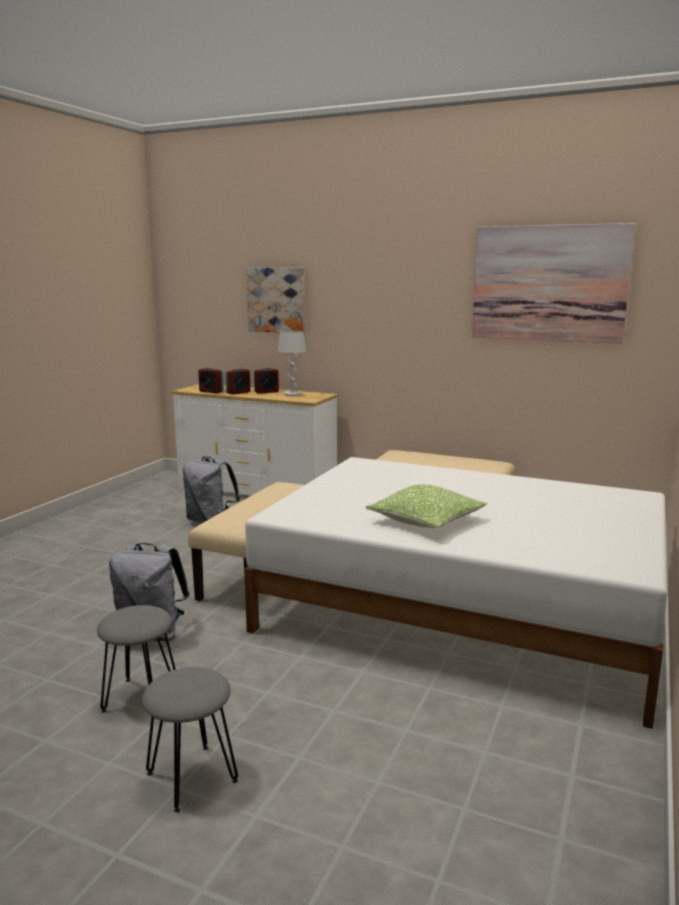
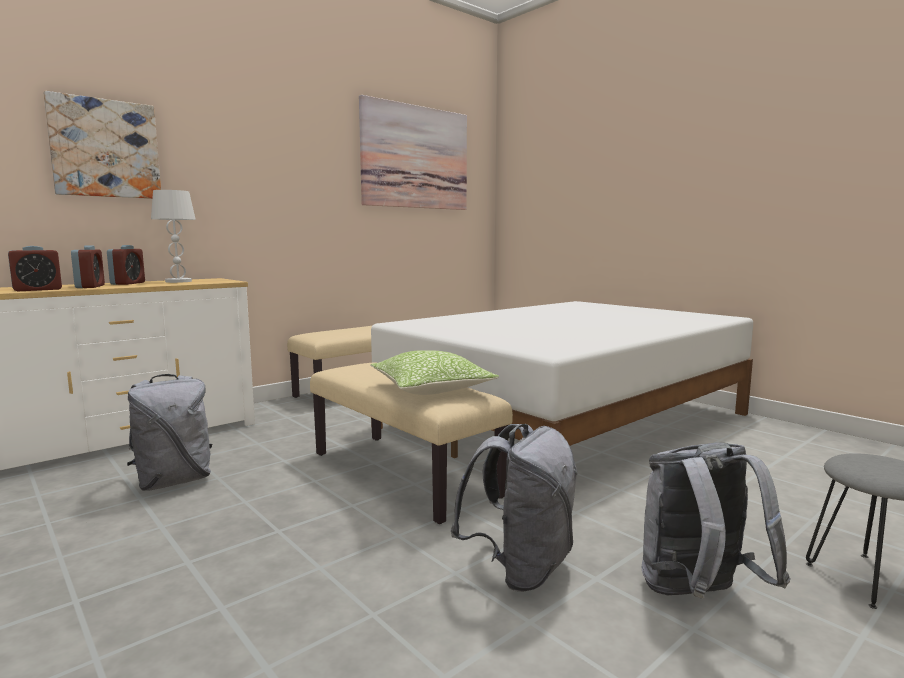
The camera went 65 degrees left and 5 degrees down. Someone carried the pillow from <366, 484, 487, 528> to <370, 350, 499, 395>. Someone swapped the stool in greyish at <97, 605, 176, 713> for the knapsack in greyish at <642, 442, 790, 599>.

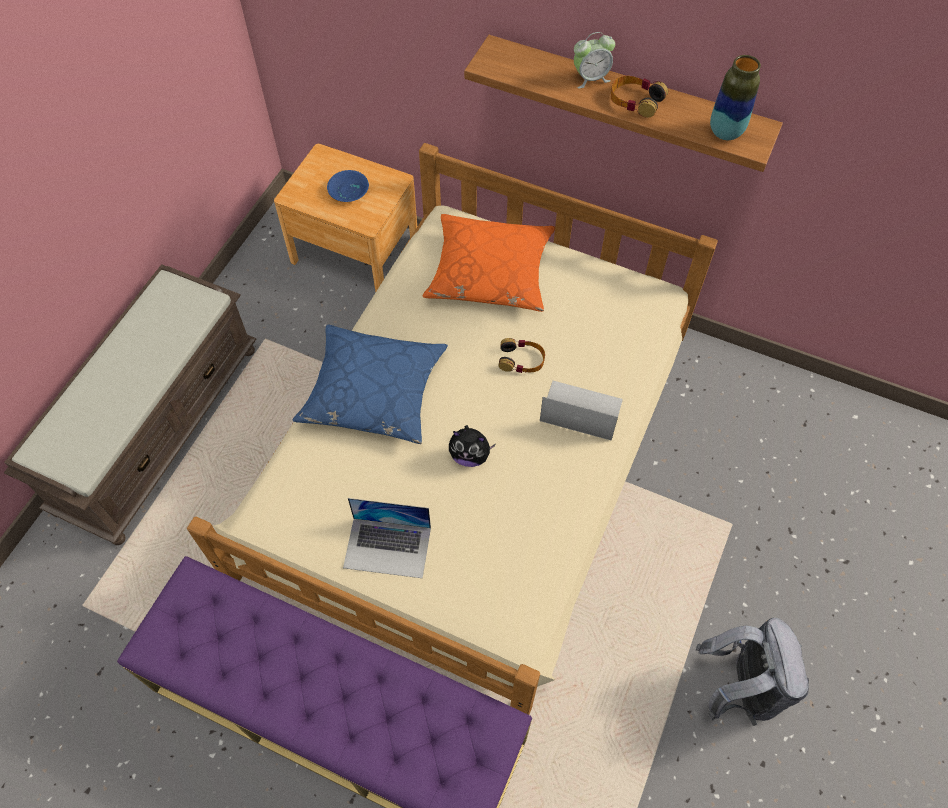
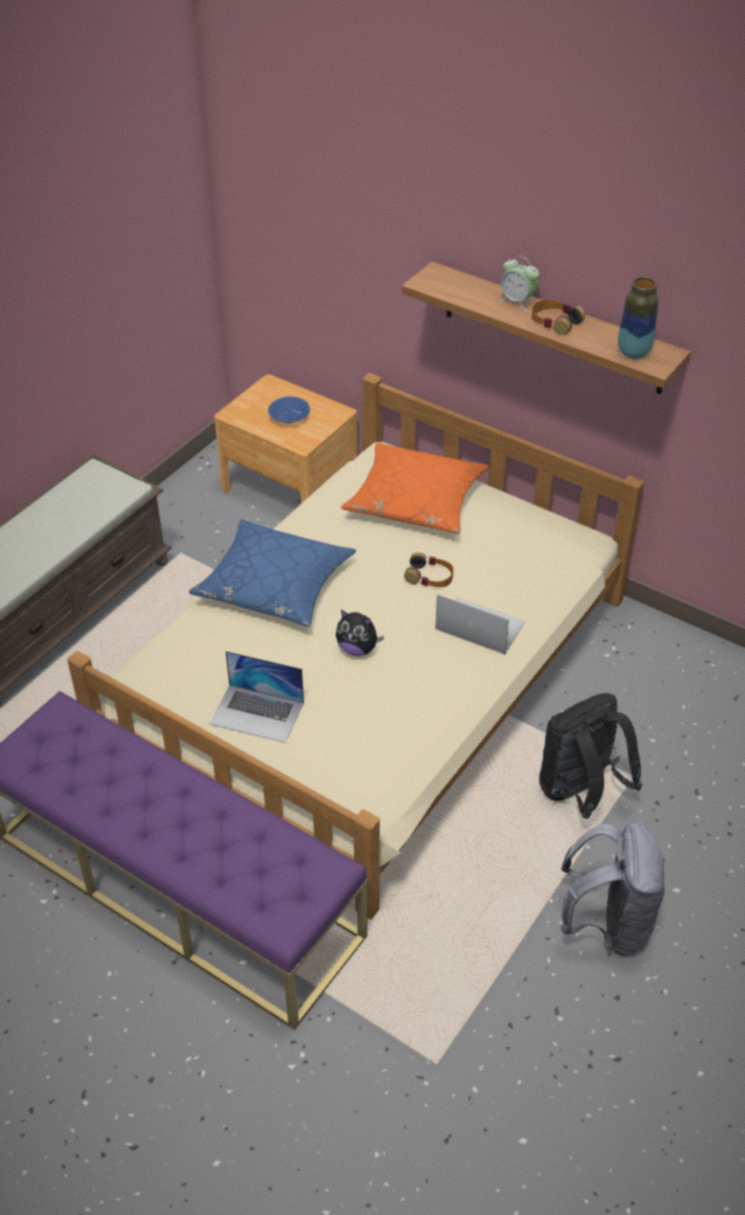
The camera went 10 degrees right and 15 degrees down. Someone rotated the alarm clock at <574, 32, 615, 89> by 45 degrees clockwise. Someone put down the knapsack in black-coloured at <539, 693, 643, 818>.

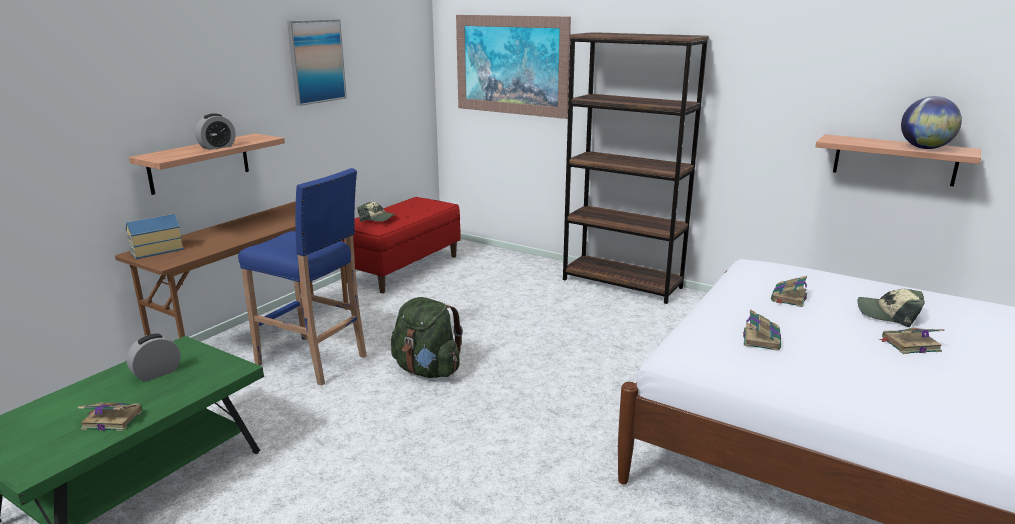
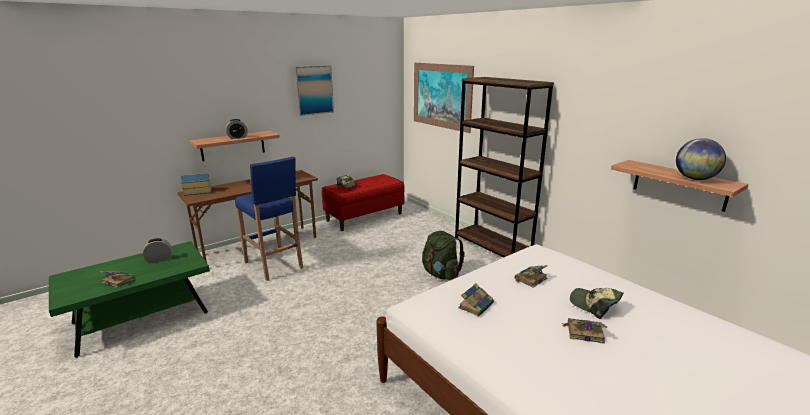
The camera went 20 degrees right and 0 degrees up. Someone carried the knapsack in green-coloured from <391, 297, 463, 378> to <422, 231, 465, 280>.

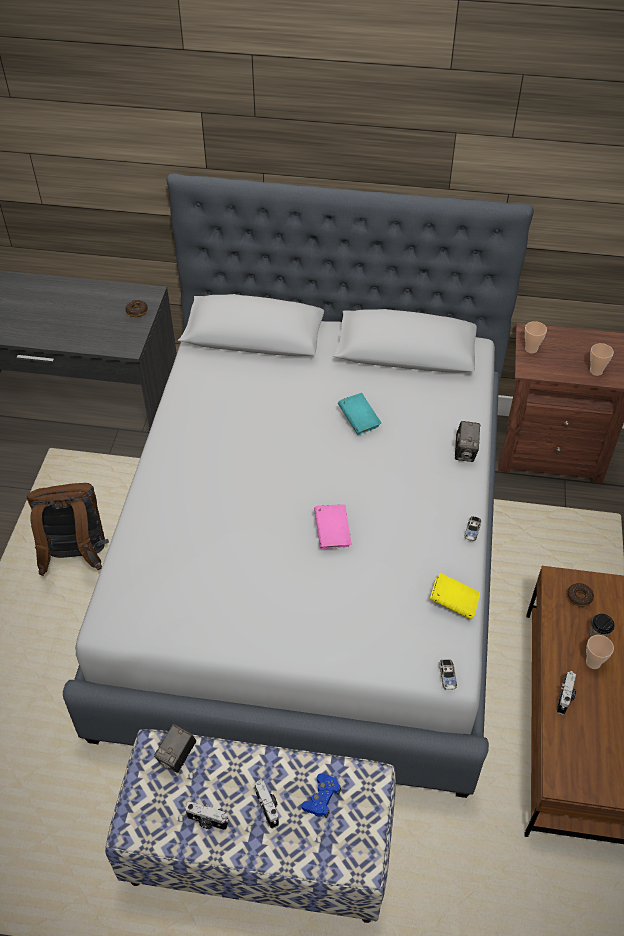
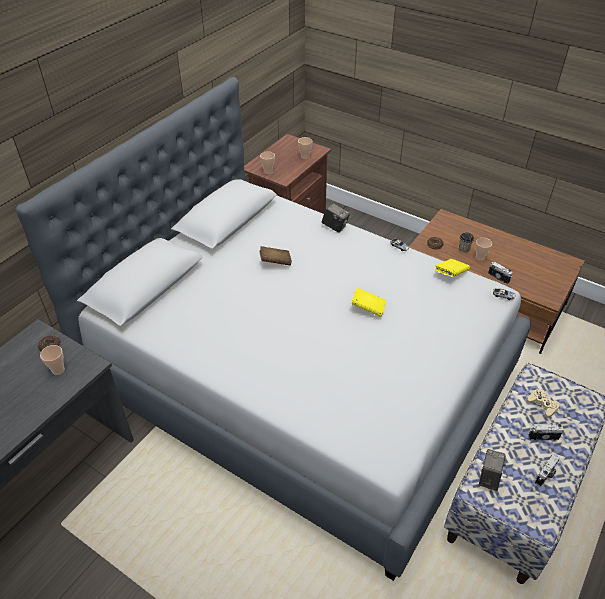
The camera went 65 degrees left and 5 degrees down. Someone repainted the book in blue-green at <338, 393, 381, 435>, which became the book in brownish at <259, 246, 292, 266>. Someone took away the knapsack in brownish at <27, 483, 109, 576>. Someone repainted the book in pinkish at <314, 504, 352, 549>, which became the book in yellow at <351, 288, 386, 317>. Someone rotated the still camera at <154, 724, 196, 773> by 120 degrees counterclockwise. Someone repainted the gamepad in blue at <302, 773, 341, 818>, which became the gamepad in beige at <527, 389, 560, 418>. Someone put down the drinking cup at <40, 345, 65, 375>.

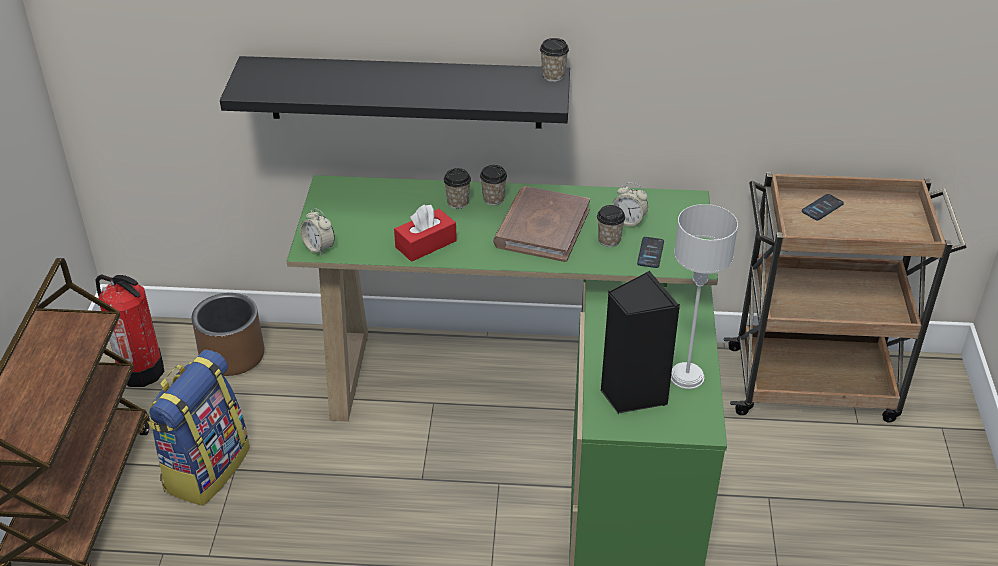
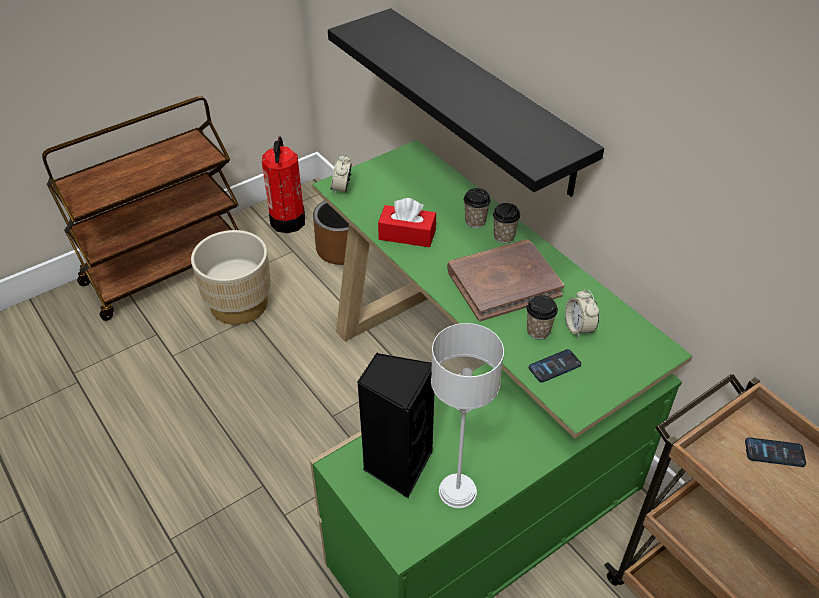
The camera went 50 degrees right and 5 degrees up. Someone took away the drinking cup at <540, 38, 569, 82>. Someone swapped the knapsack at <147, 350, 250, 506> for the flower pot in beige at <191, 230, 271, 325>.

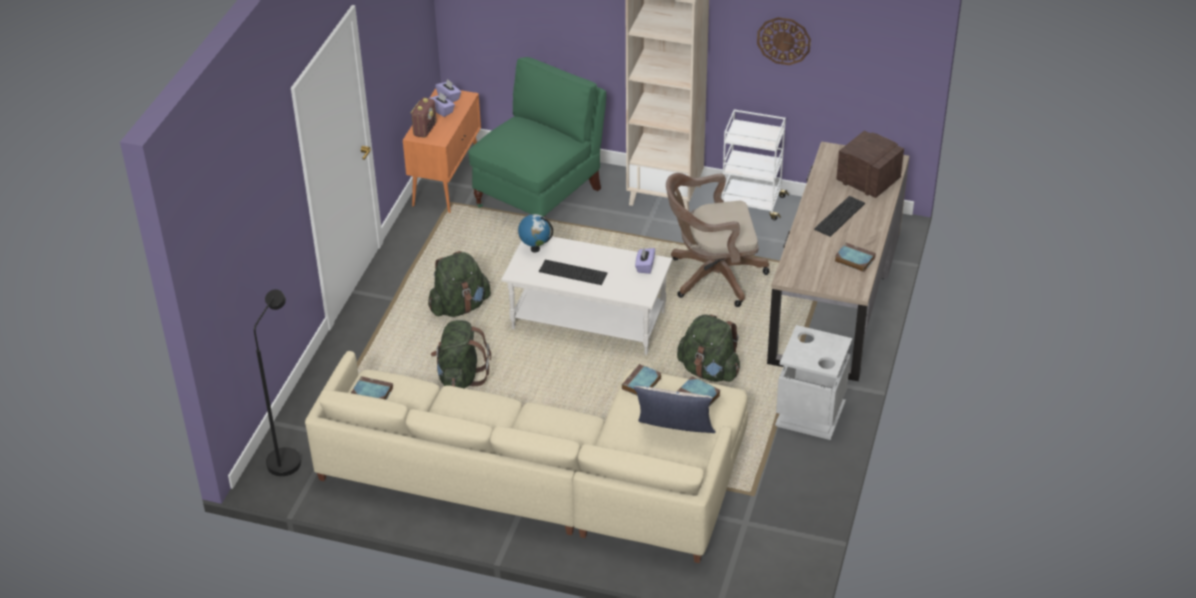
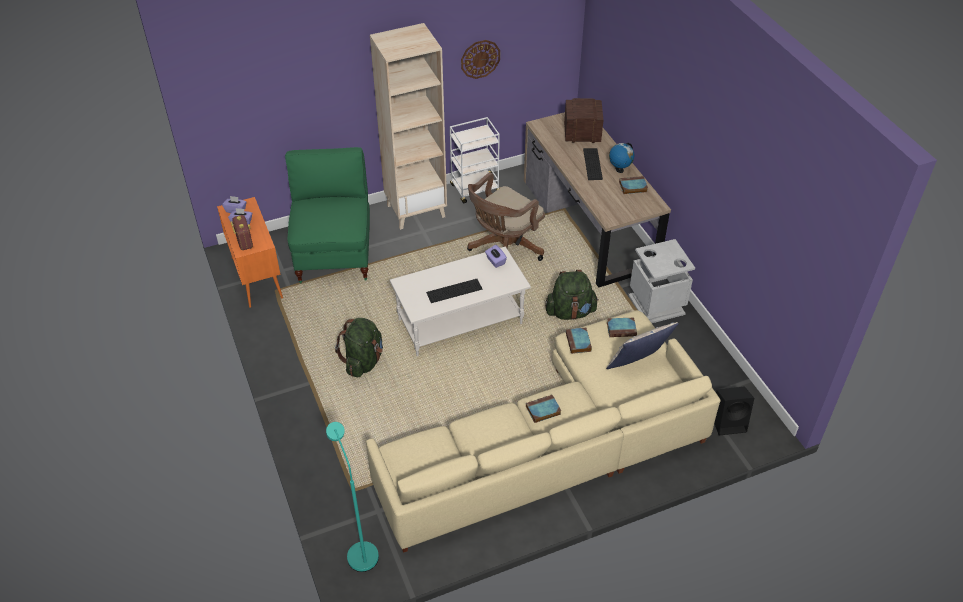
The camera went 40 degrees left and 5 degrees up. Someone carried the globe from <518, 214, 553, 253> to <609, 142, 635, 173>. Someone repainted the standing lamp in black-coloured at <254, 289, 301, 476>, which became the standing lamp in blue-green at <326, 422, 379, 572>. Someone took away the knapsack in green-coloured at <431, 320, 491, 388>. Someone carried the book from <351, 376, 393, 400> to <526, 395, 561, 423>. Someone put down the loudspeaker in black-coloured at <714, 387, 754, 436>.

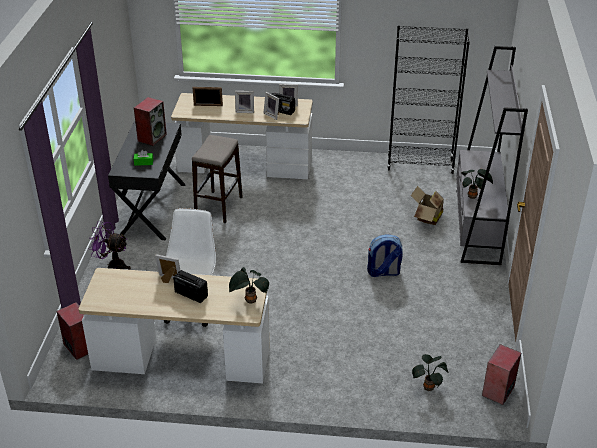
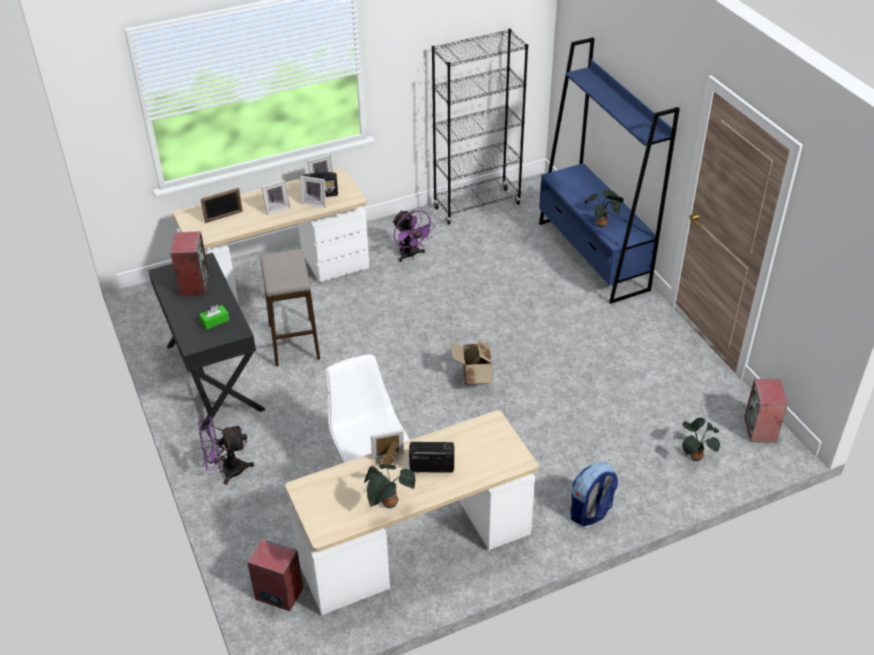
The camera went 30 degrees left and 5 degrees up. Someone repainted the bookshelf in greyish at <456, 46, 528, 265>, which became the bookshelf in blue at <539, 37, 680, 304>. Someone carried the carton from <411, 186, 446, 225> to <451, 340, 493, 385>. Someone carried the knapsack from <367, 234, 403, 277> to <570, 461, 618, 526>. Someone carried the plant in a pot from <229, 267, 269, 304> to <364, 464, 415, 508>. Someone put down the fan in purple-coloured at <393, 210, 435, 262>.

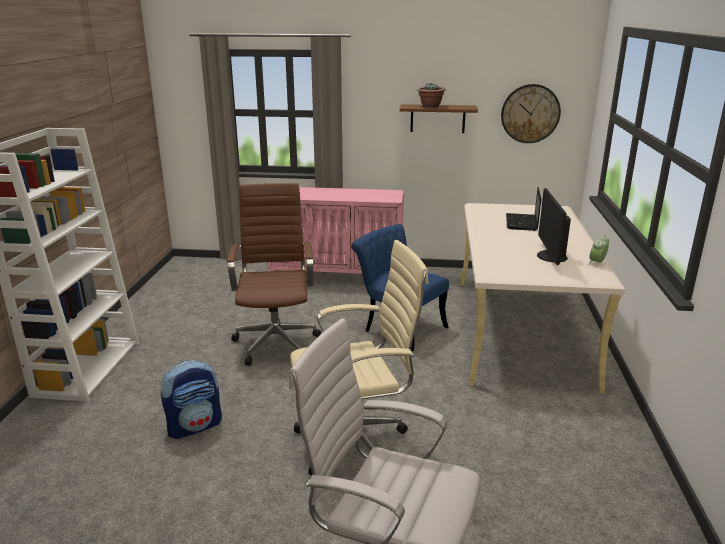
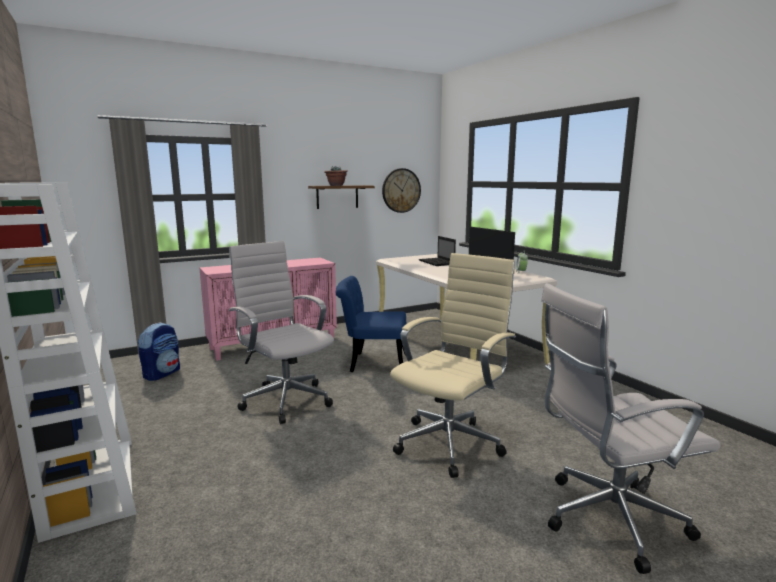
The camera went 35 degrees left and 10 degrees down. Someone repainted the office chair in brownish at <227, 183, 321, 366>, which became the office chair in white at <229, 241, 334, 424>. Someone carried the knapsack from <161, 360, 222, 439> to <138, 322, 180, 381>.

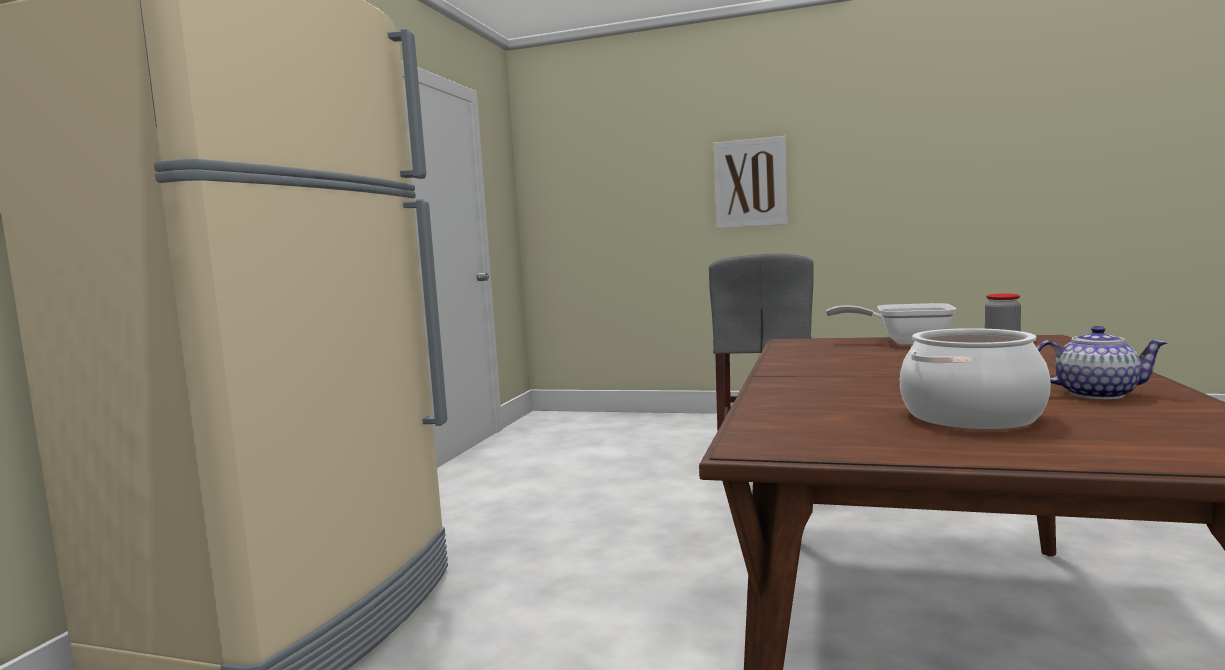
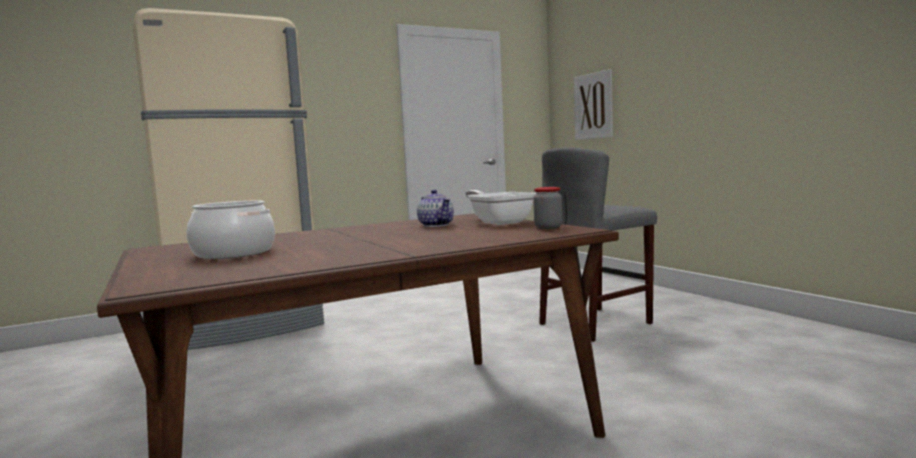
The camera went 45 degrees right and 0 degrees up. Someone carried the wall art from <713, 136, 788, 229> to <574, 69, 613, 140>. Someone carried the teapot from <1036, 326, 1168, 400> to <417, 189, 454, 227>.

